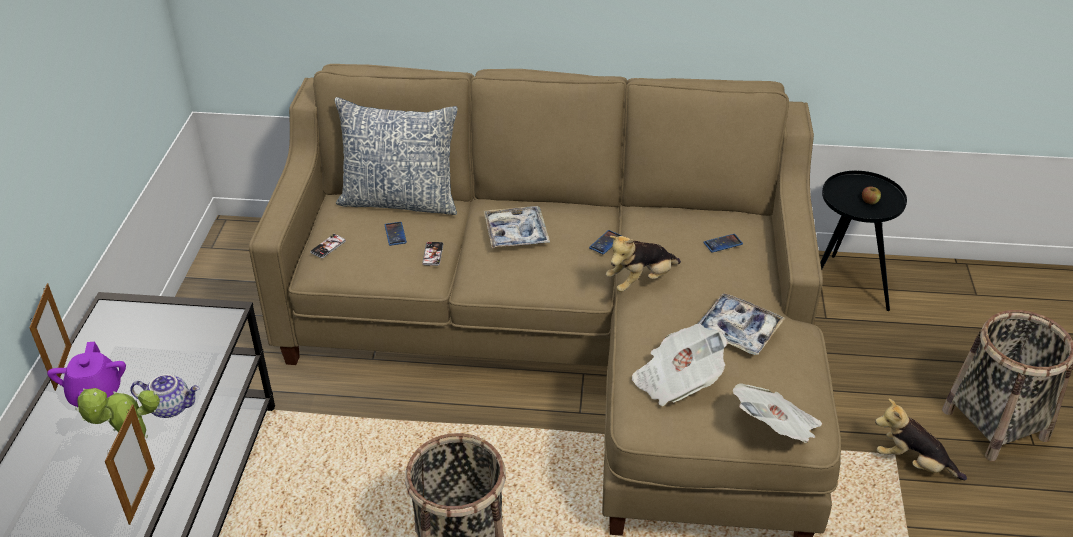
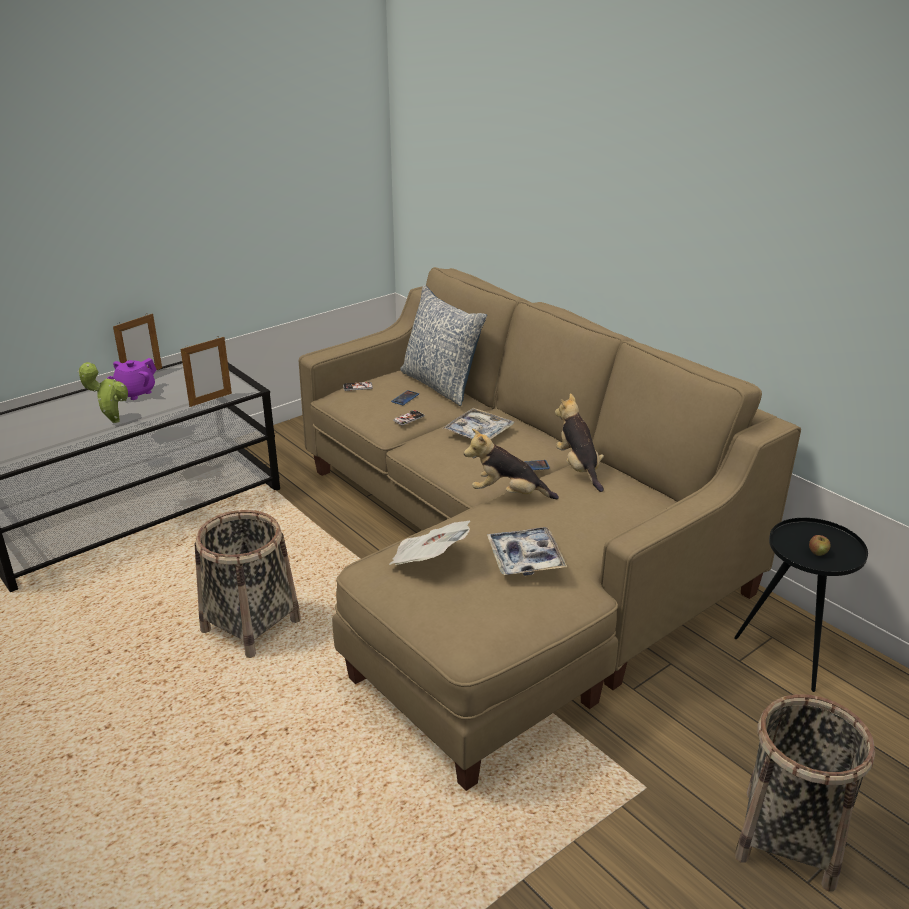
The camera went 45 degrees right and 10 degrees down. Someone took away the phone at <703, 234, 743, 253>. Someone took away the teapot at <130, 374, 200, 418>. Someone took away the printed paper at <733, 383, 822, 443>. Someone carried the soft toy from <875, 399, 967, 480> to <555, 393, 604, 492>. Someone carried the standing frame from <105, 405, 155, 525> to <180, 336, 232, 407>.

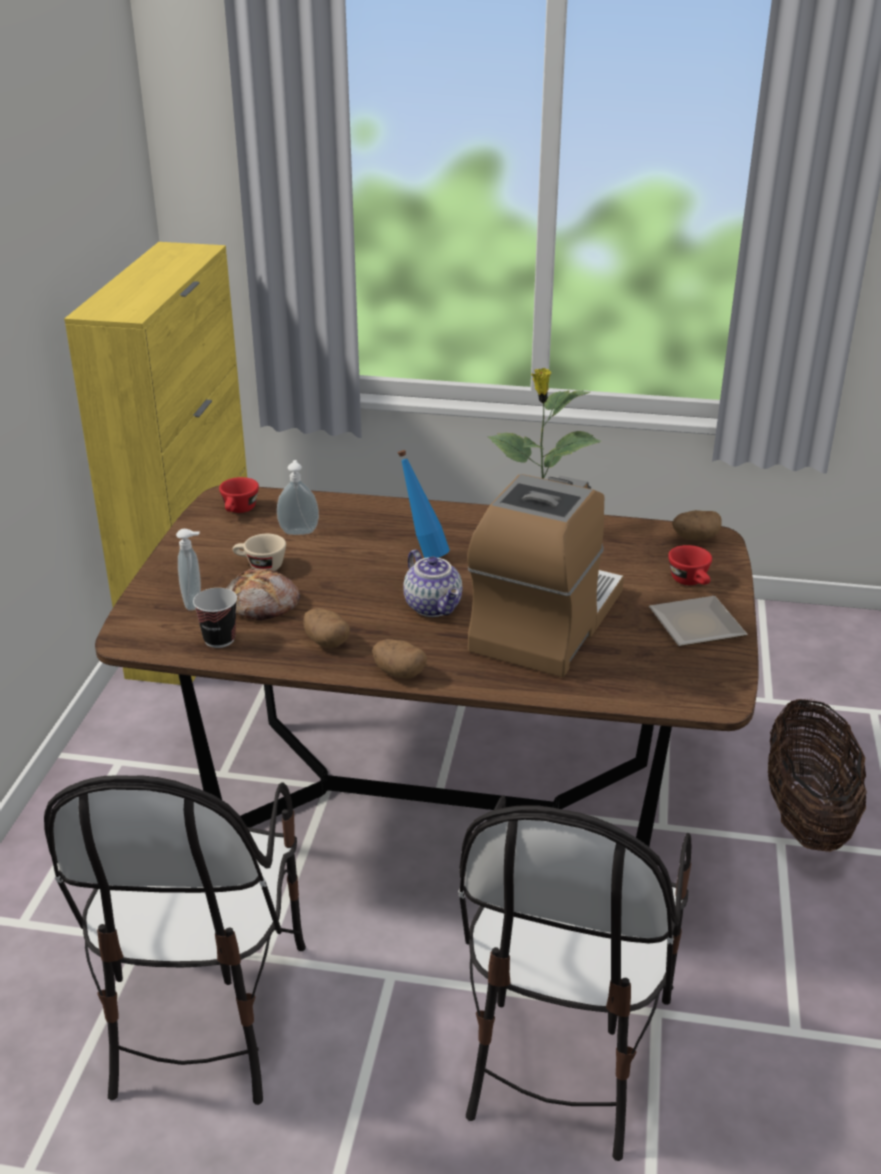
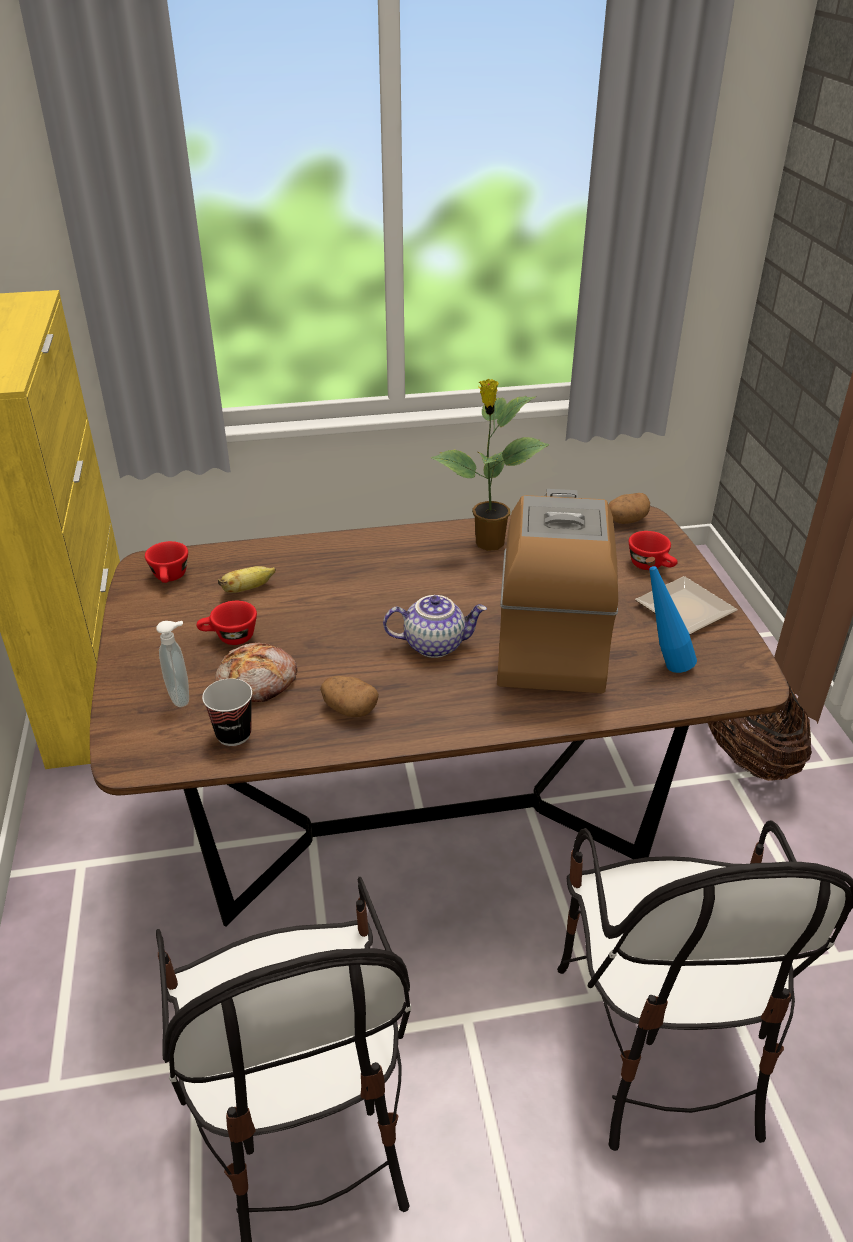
The camera went 20 degrees left and 5 degrees up. Someone carried the drink bottle in blue from <398, 450, 450, 558> to <645, 557, 697, 673>. Someone swapped the liquid soap bottle at <277, 460, 319, 535> for the banana at <218, 566, 276, 593>. Someone repainted the drinking cup in beige at <232, 534, 286, 571>, which became the drinking cup in red-coloured at <197, 601, 257, 645>. Someone rotated the teapot at <403, 550, 462, 617> by 45 degrees counterclockwise. Someone took away the potato at <372, 639, 427, 678>.

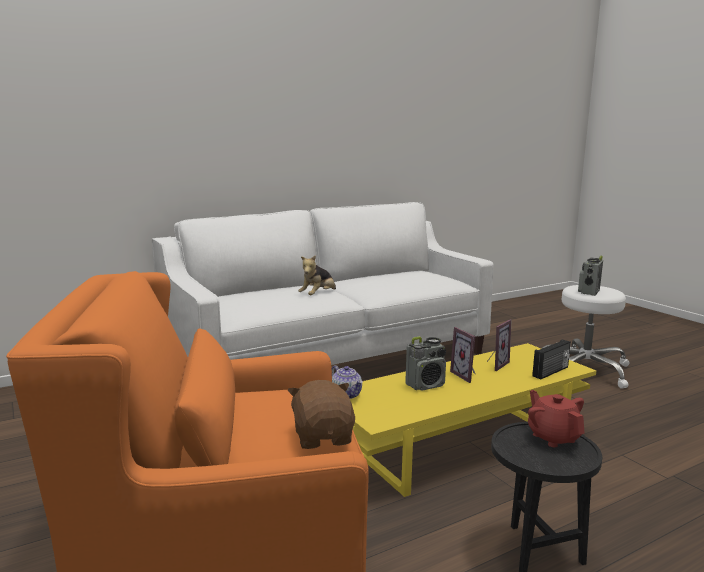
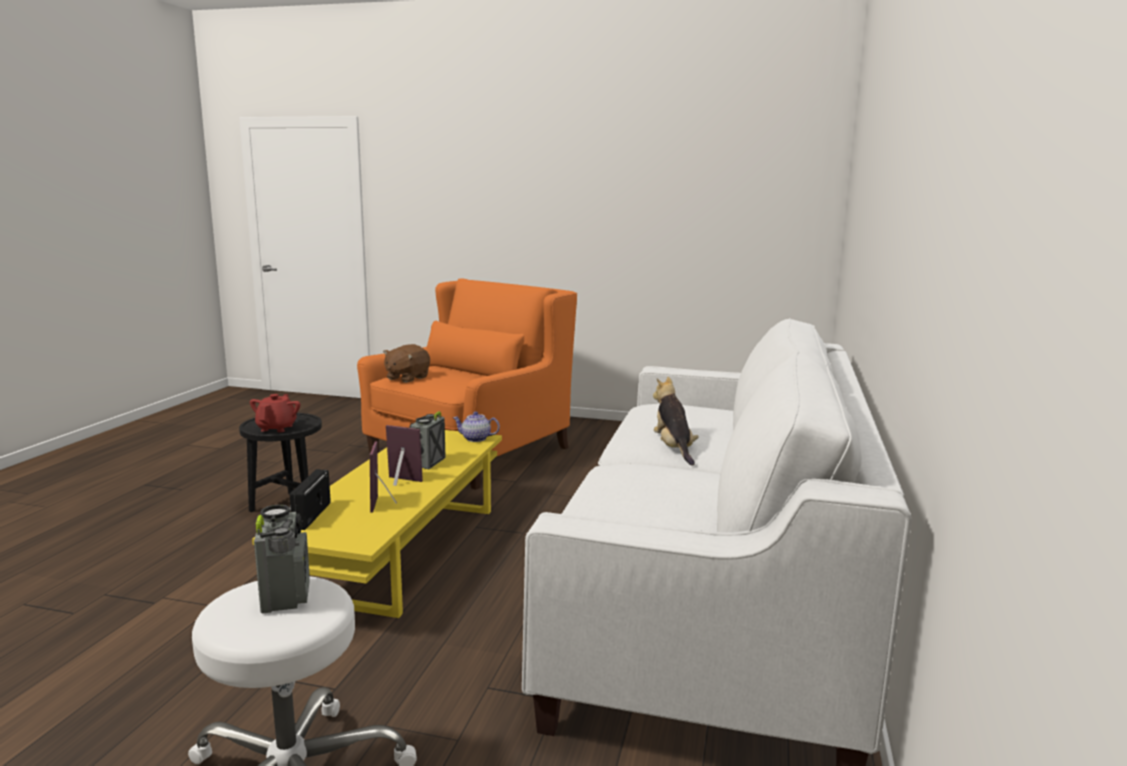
The camera went 135 degrees right and 0 degrees up. Someone rotated the soft toy in brownish at <288, 380, 355, 449> by 90 degrees clockwise. Someone rotated the teapot in red-coloured at <528, 390, 585, 447> by 105 degrees counterclockwise.

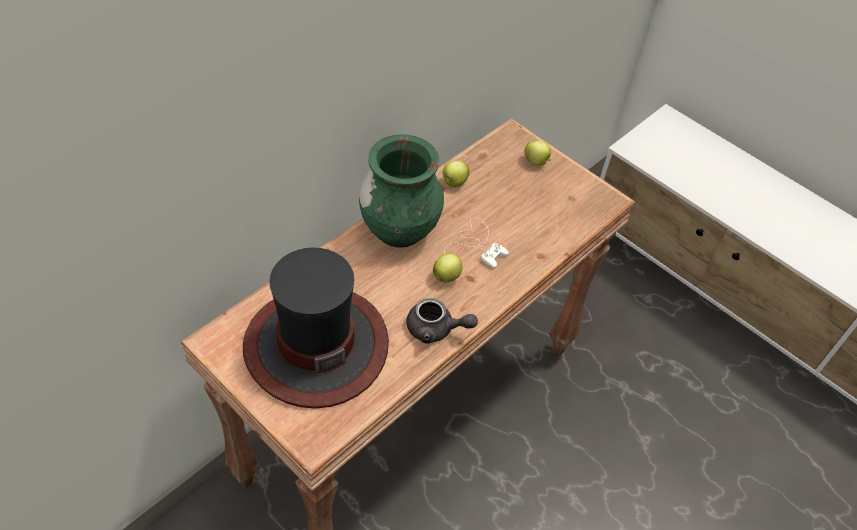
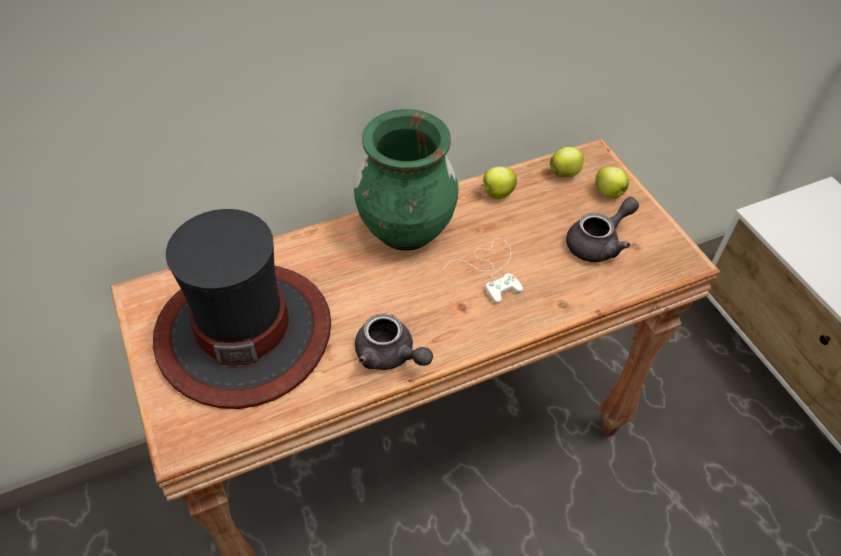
The camera went 25 degrees right and 0 degrees up. Someone carried the apple from <433, 253, 463, 283> to <550, 147, 584, 177>. Someone put down the teapot in greyish at <566, 197, 639, 262>.

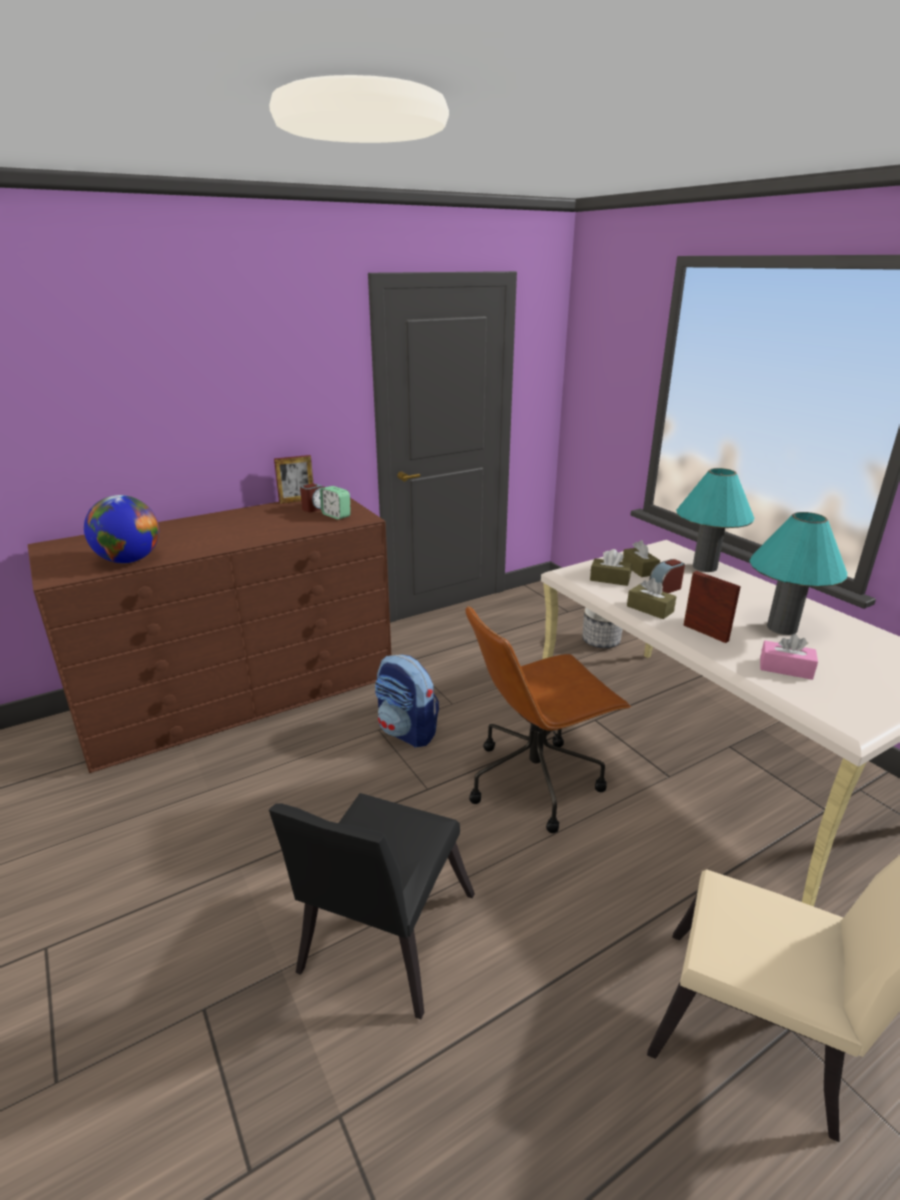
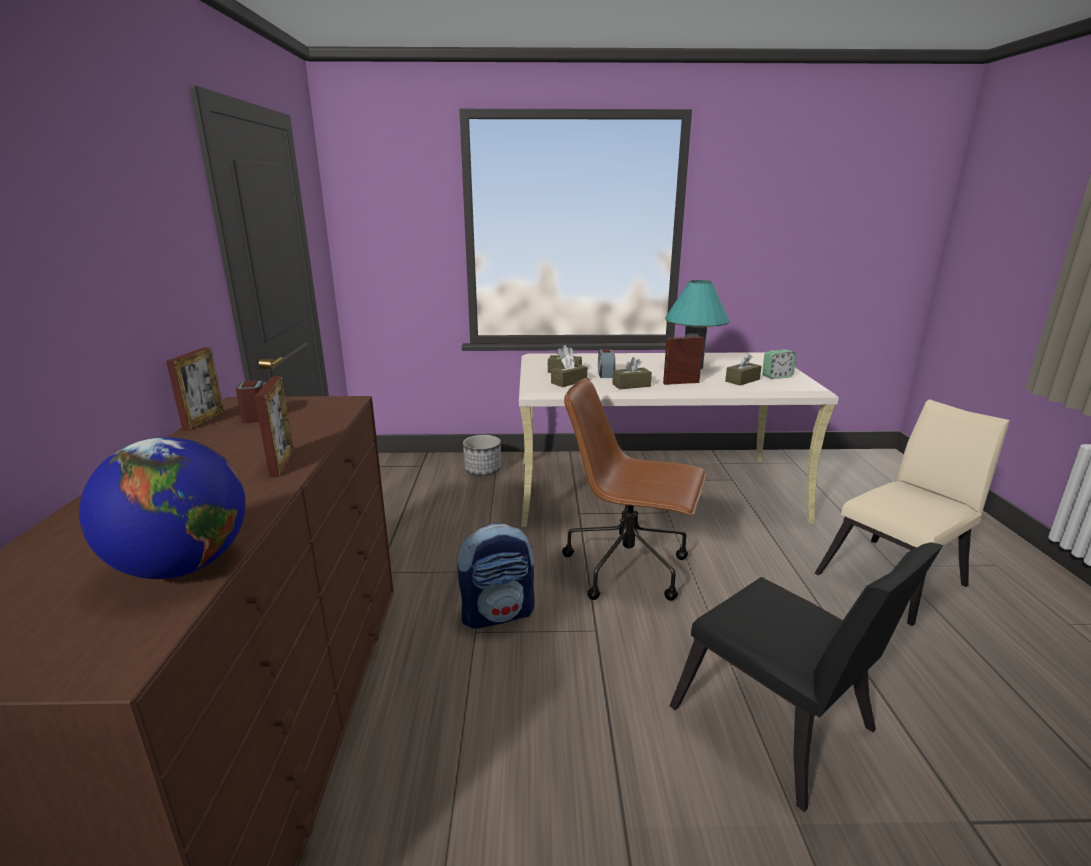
The camera went 60 degrees left and 5 degrees down. Someone took away the table lamp in blue-green at <676, 468, 755, 572>. Someone carried the alarm clock from <320, 486, 351, 520> to <762, 349, 796, 379>. Someone rotated the office chair in brownish at <465, 605, 631, 833> by 105 degrees clockwise. Someone repainted the tissue holder in pinkish at <760, 634, 818, 680>, which became the tissue holder in brownish at <725, 353, 762, 385>. Someone put down the standing frame at <254, 376, 294, 478>.

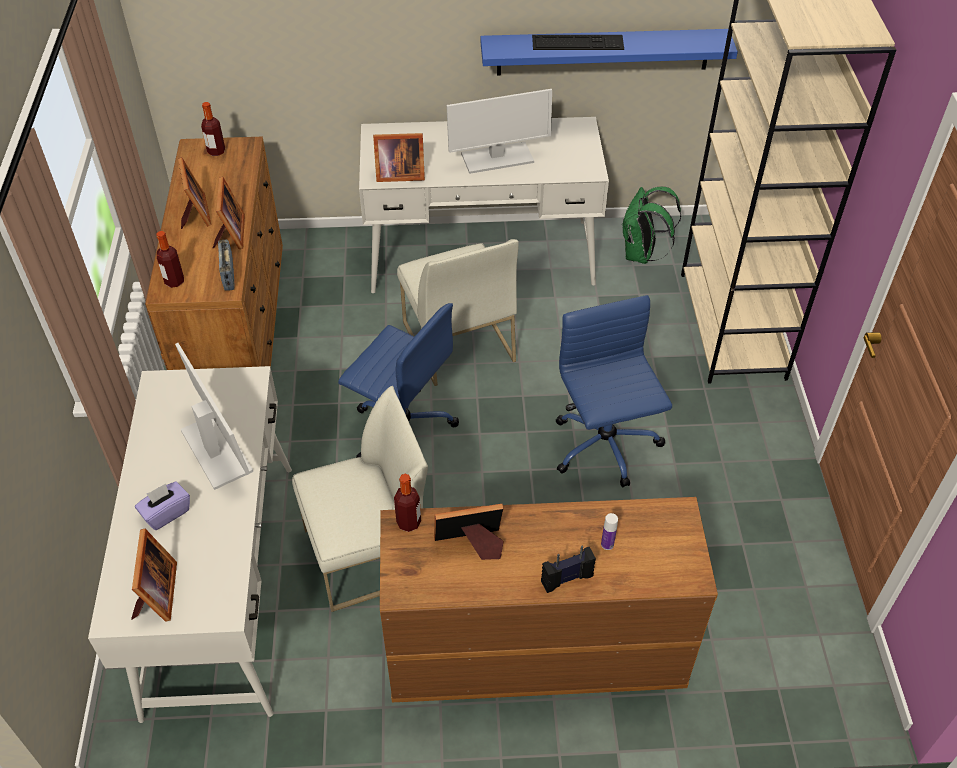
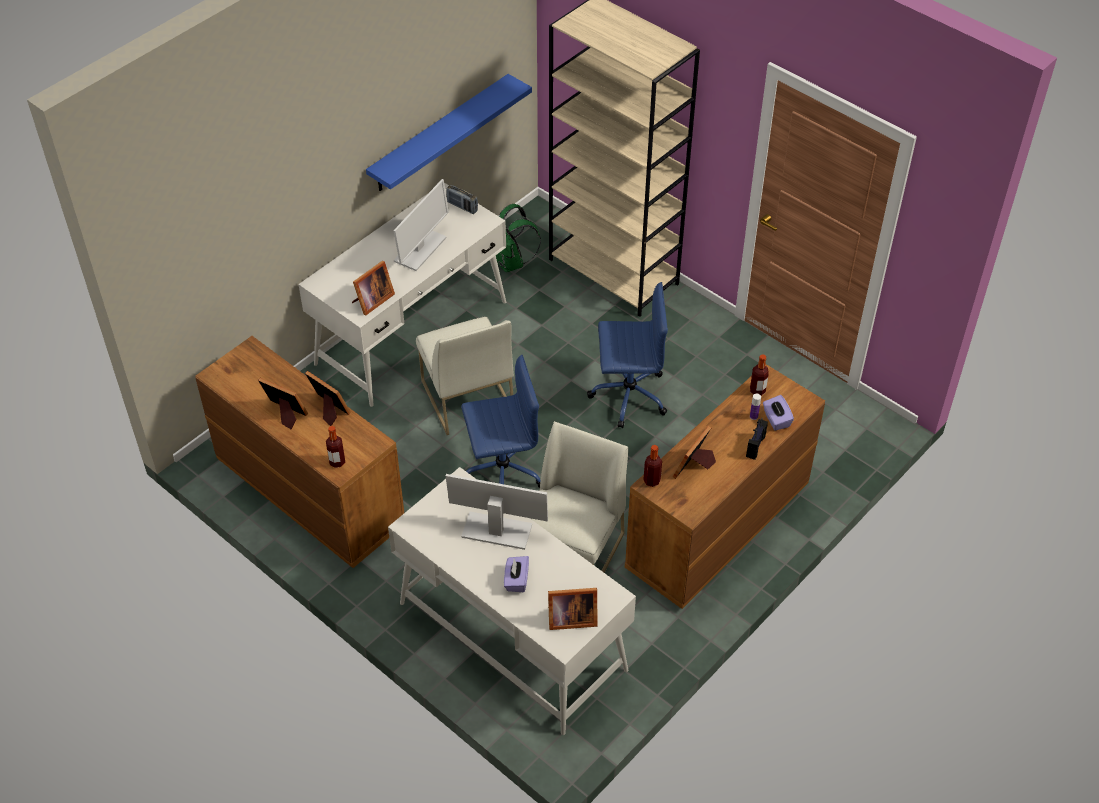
The camera went 45 degrees left and 0 degrees up. Someone took away the PC keyboard at <532, 35, 624, 50>. Someone carried the drink bottle from <201, 102, 225, 156> to <750, 354, 769, 396>. Someone rotated the plain chair in white at <397, 239, 519, 386> by 45 degrees clockwise. Someone carried the radio set from <218, 240, 235, 291> to <446, 185, 478, 214>. Someone rotated the office chair in blue at <556, 295, 672, 487> by 150 degrees clockwise. Someone rotated the standing frame at <131, 529, 177, 622> by 135 degrees clockwise. Someone put down the tissue holder in purple-coloured at <763, 395, 794, 430>.

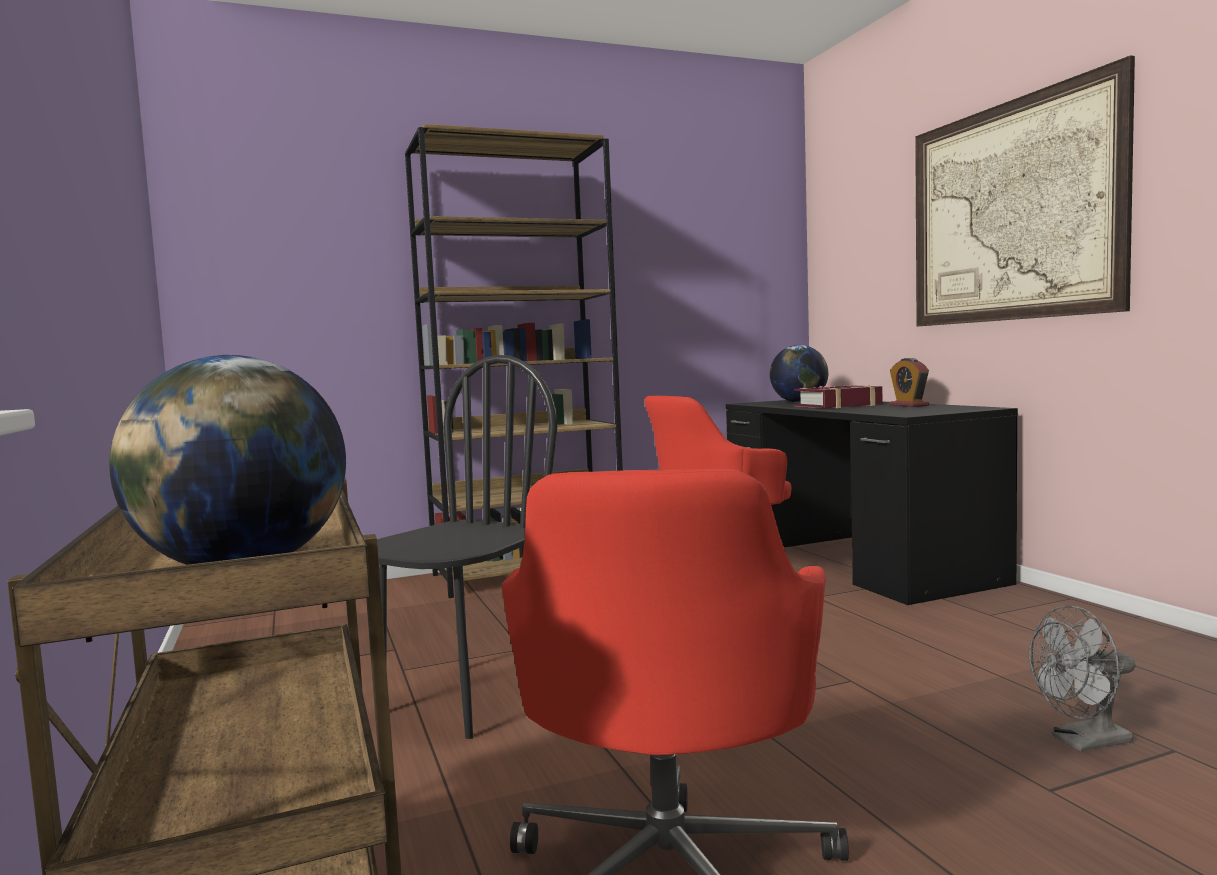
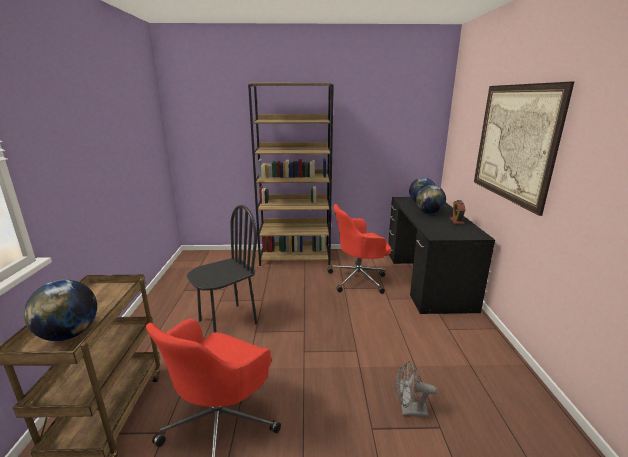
The camera went 20 degrees right and 15 degrees up. Someone swapped the book at <794, 385, 883, 408> for the globe at <416, 185, 446, 214>.

